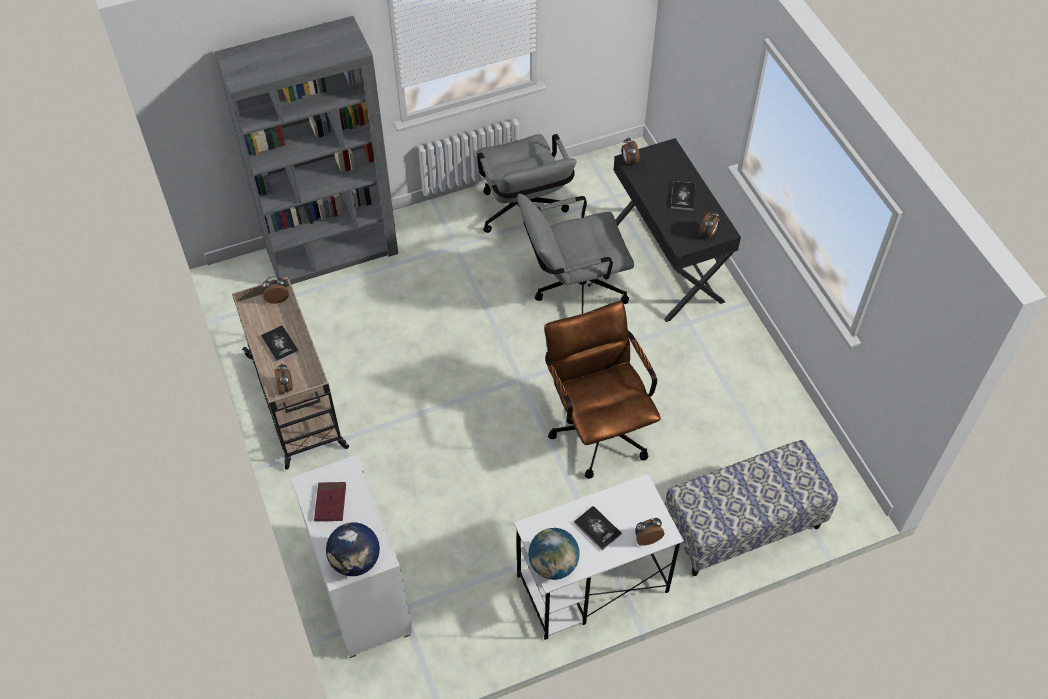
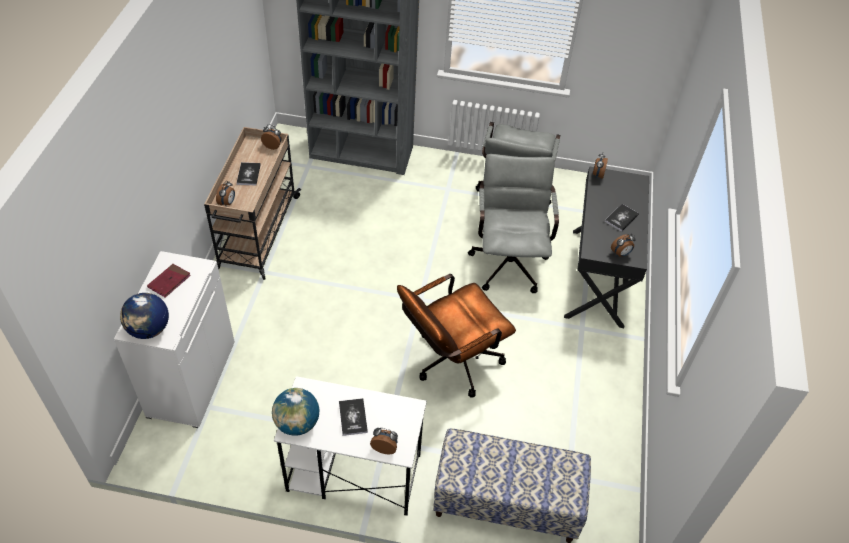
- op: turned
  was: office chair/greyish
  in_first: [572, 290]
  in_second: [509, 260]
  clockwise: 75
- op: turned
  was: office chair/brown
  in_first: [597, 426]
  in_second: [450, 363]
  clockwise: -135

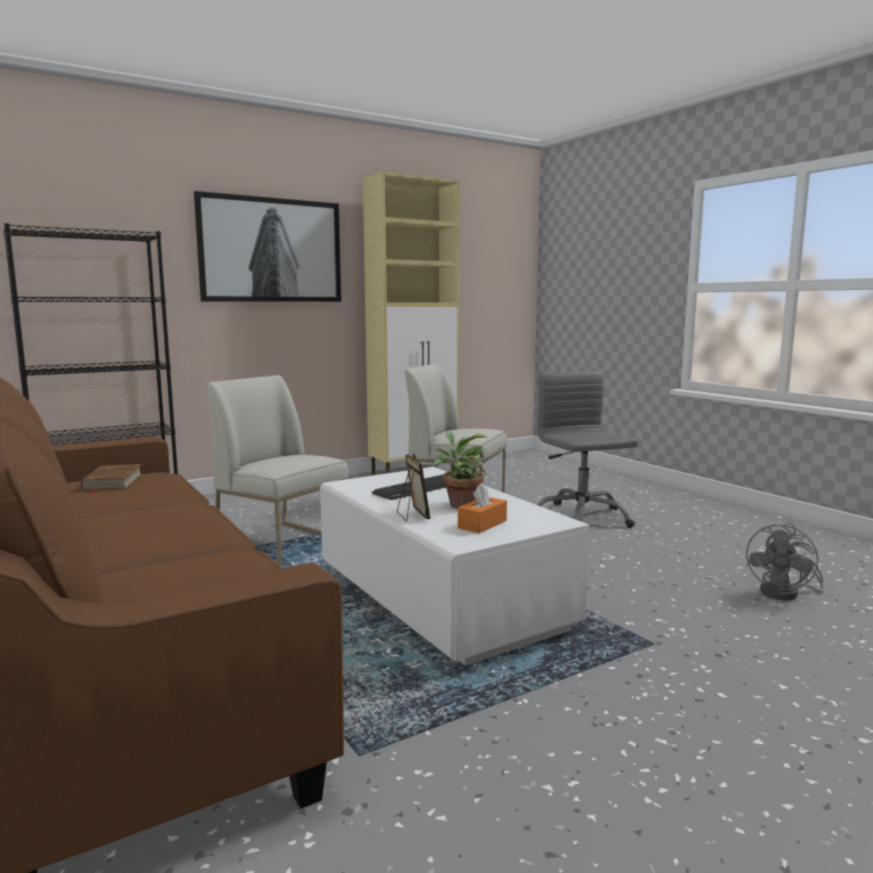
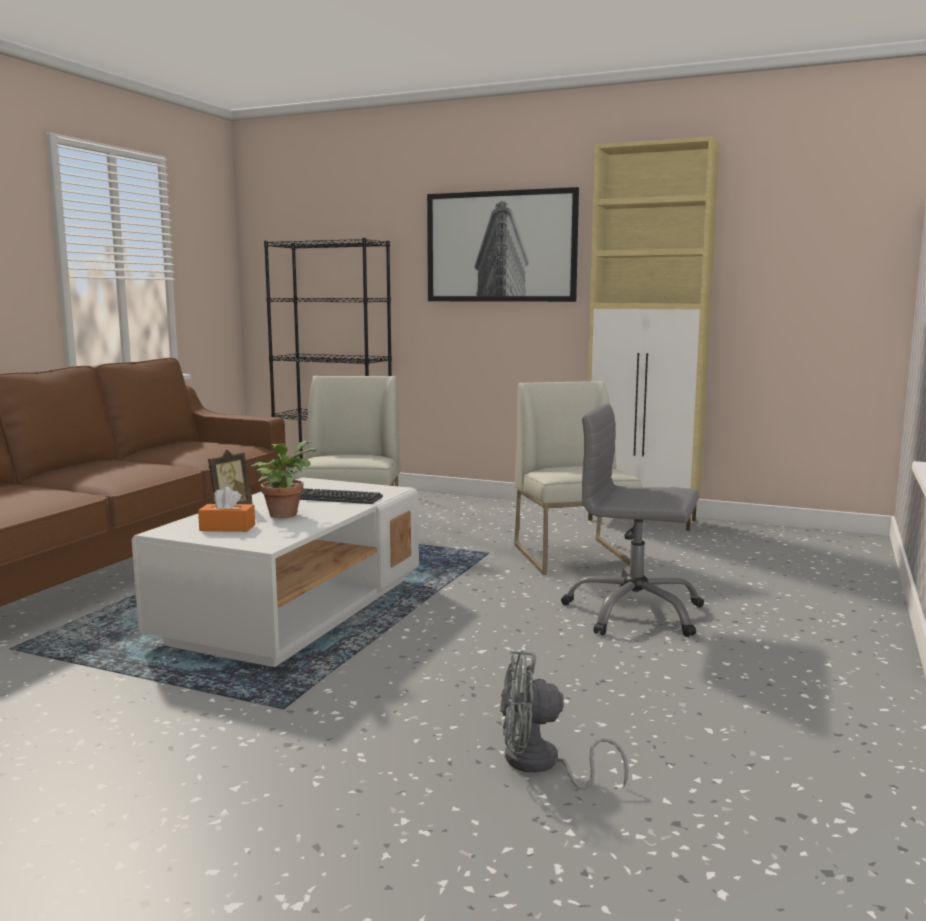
- op: removed
  was: bound book/brown
  in_first: [112, 482]
- op: turned
  was: office chair/greyish
  in_first: [581, 518]
  in_second: [634, 613]
  clockwise: -105

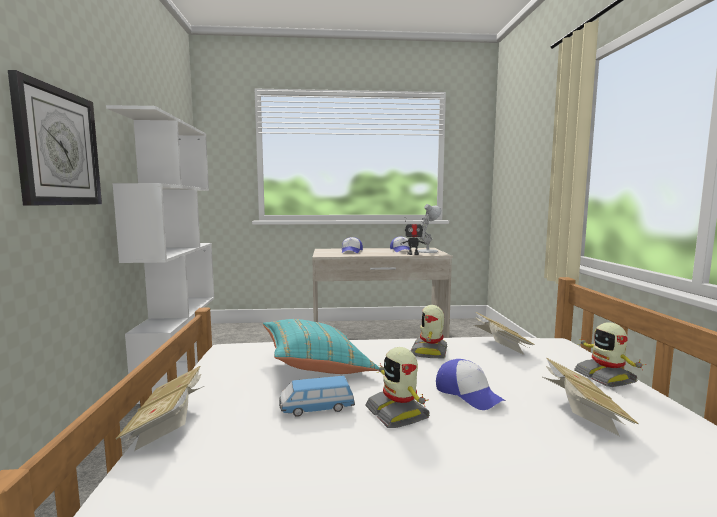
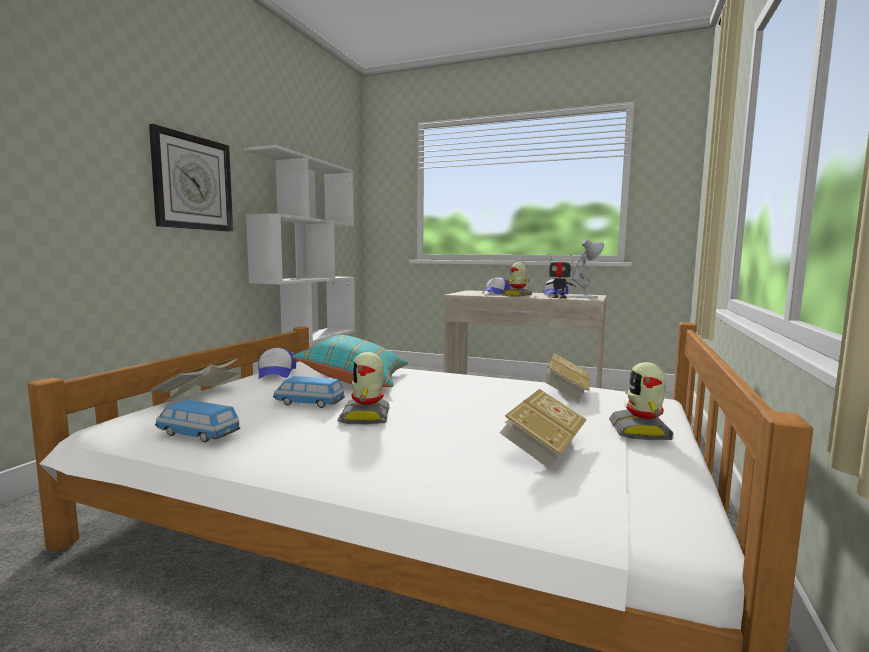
- op: moved
  was: model robot
  in_first: [430, 352]
  in_second: [517, 295]
- op: moved
  was: baseball cap
  in_first: [468, 394]
  in_second: [276, 373]
- op: added
  now: model car
  in_second: [197, 434]

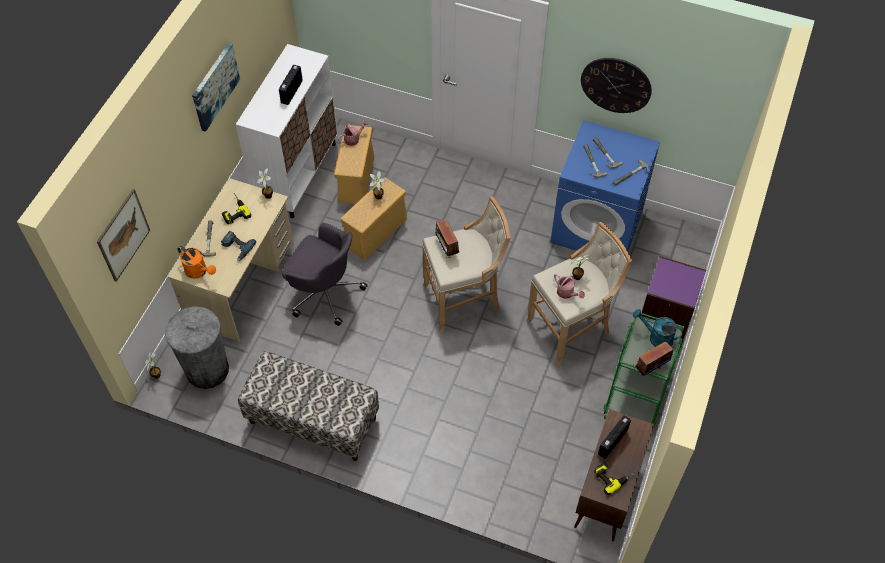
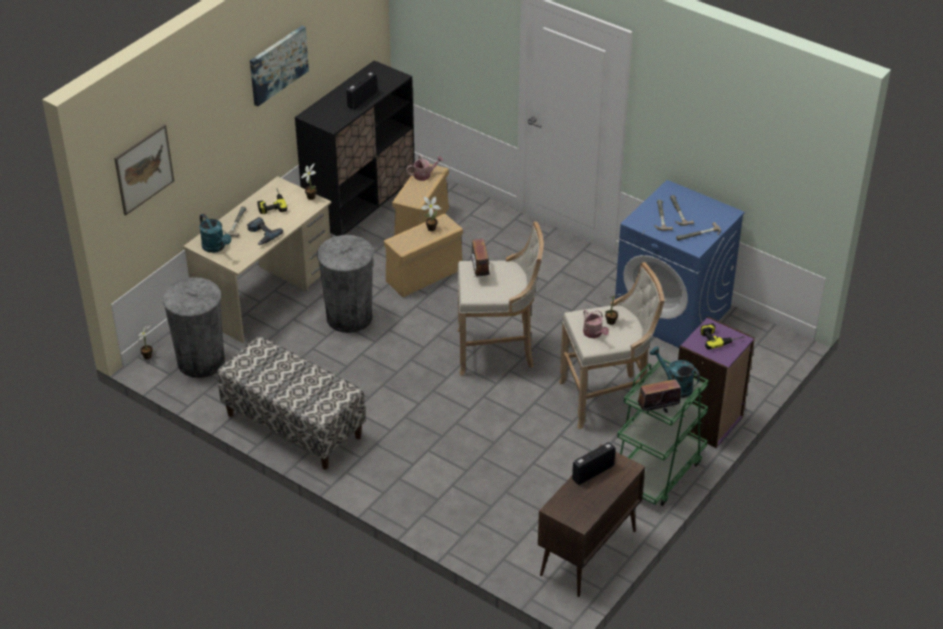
- op: recoloured
  was: watering pot/orange-coloured
  now: watering pot/turquoise-coloured
  in_first: [199, 272]
  in_second: [216, 247]
- op: recoloured
  was: cabinet/white
  now: cabinet/black
  in_first: [298, 174]
  in_second: [361, 210]
- op: replaced
  was: office chair/greyish
  now: trash can/greyish
  in_first: [324, 292]
  in_second: [349, 317]
- op: removed
  was: wall clock
  in_first: [616, 85]
- op: moved
  was: electric drill
  in_first: [614, 475]
  in_second: [720, 337]

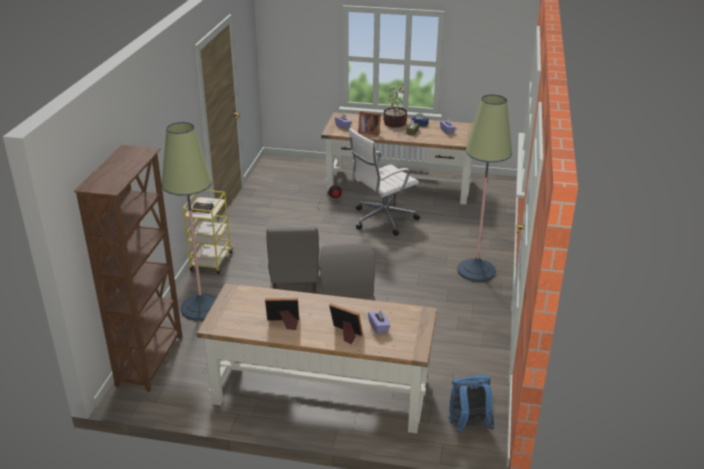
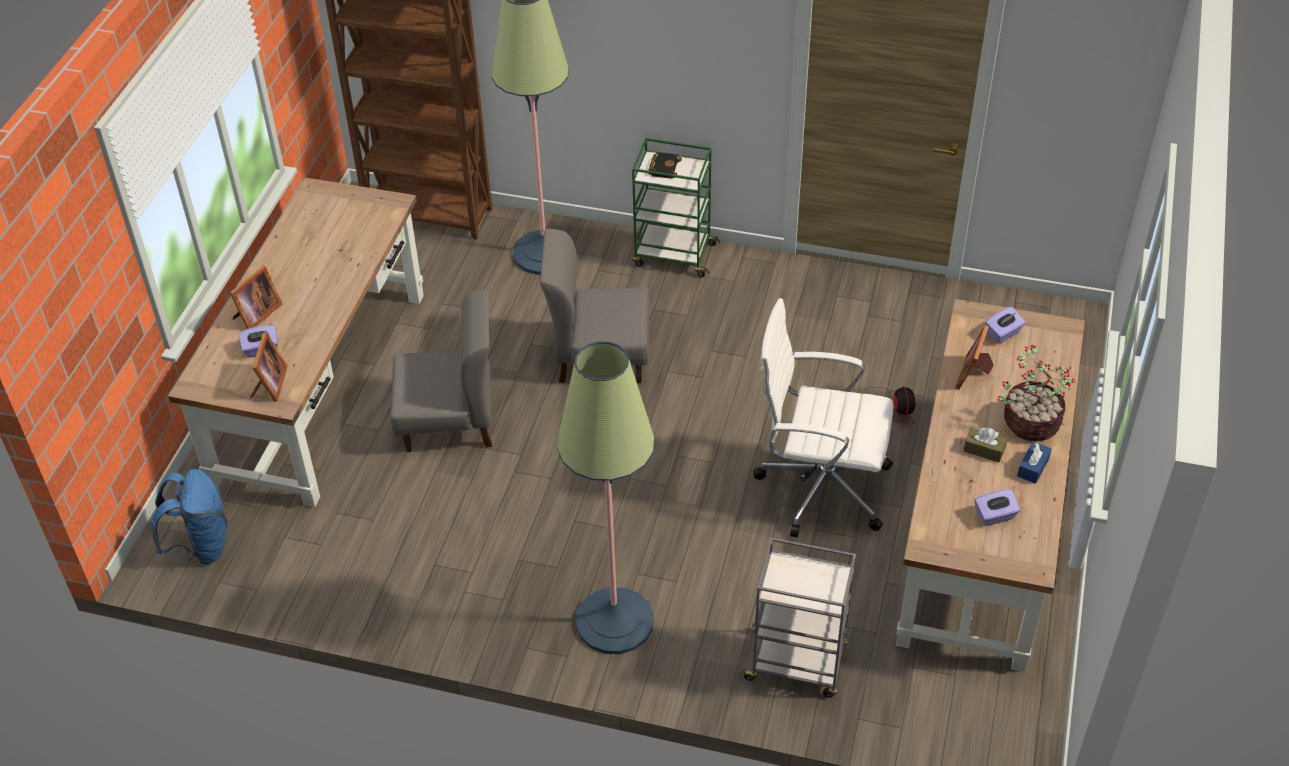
- op: recoloured
  was: wheeled cart/yellow
  now: wheeled cart/green-coloured
  in_first: [211, 262]
  in_second: [673, 254]
- op: moved
  was: standing frame
  in_first: [284, 323]
  in_second: [270, 385]
- op: turned
  was: office chair/white
  in_first: [382, 219]
  in_second: [820, 486]
  clockwise: -45
- op: added
  now: wheeled cart/greyish
  in_second: [797, 663]

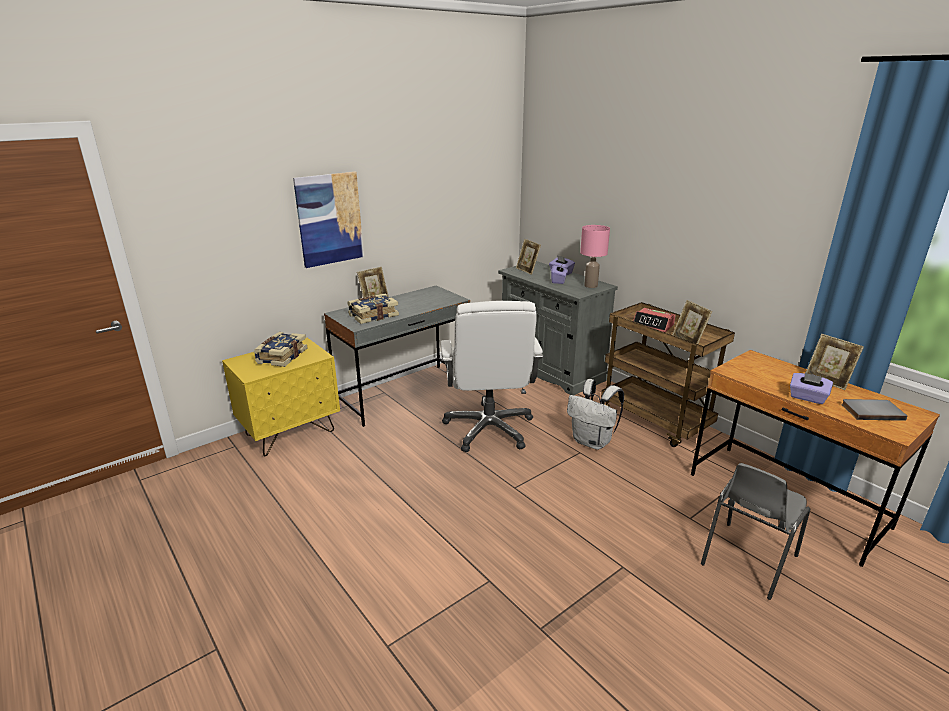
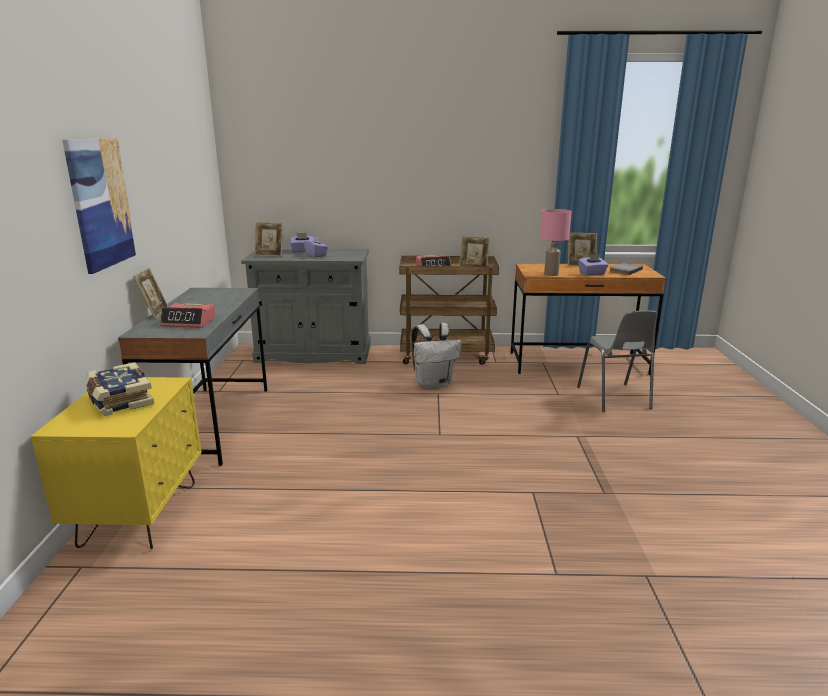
- op: replaced
  was: bound book
  now: table clock
  in_first: [373, 315]
  in_second: [189, 322]
- op: removed
  was: office chair/white
  in_first: [489, 429]
- op: moved
  was: lamp for a table/pink
  in_first: [591, 286]
  in_second: [551, 274]

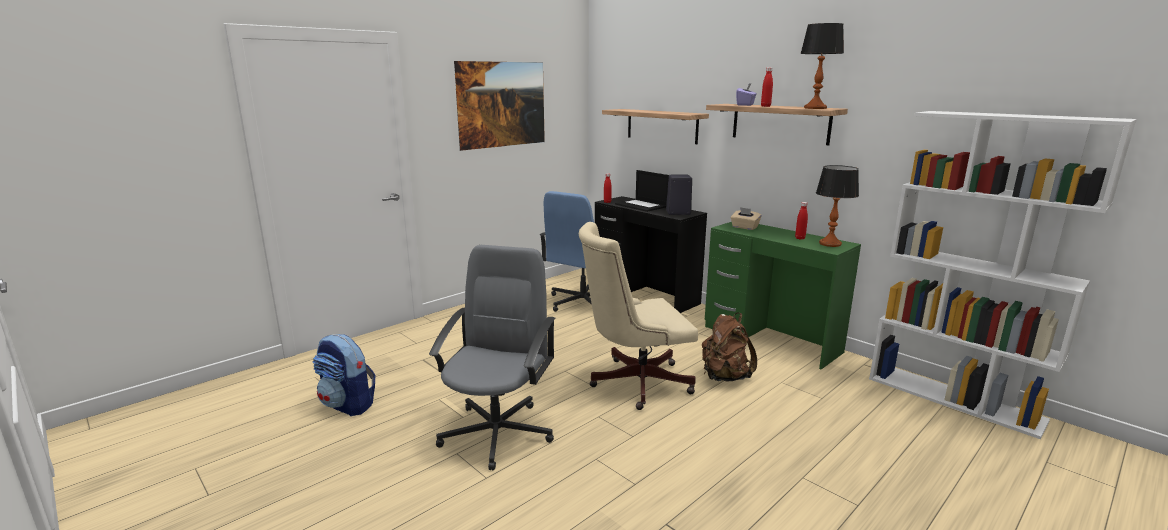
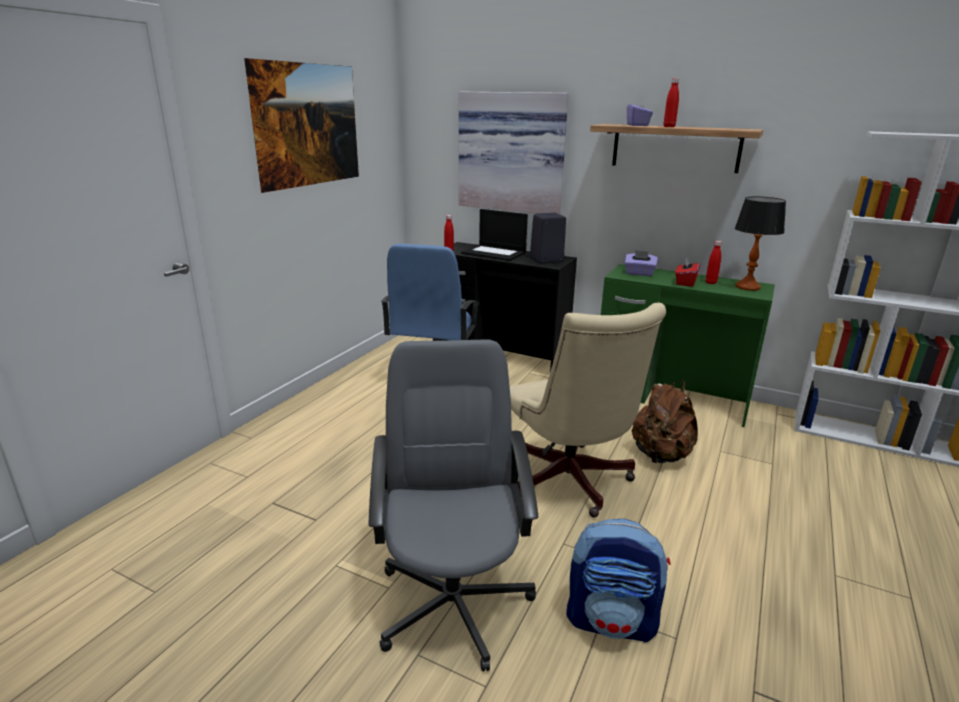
- op: moved
  was: rucksack
  in_first: [348, 405]
  in_second: [612, 621]
- op: turned
  was: office chair/beige
  in_first: [634, 382]
  in_second: [570, 483]
  clockwise: -75
- op: replaced
  was: shelf
  now: picture
  in_first: [661, 126]
  in_second: [512, 152]
- op: recoloured
  was: tissue box/beige
  now: tissue box/purplish
  in_first: [744, 227]
  in_second: [639, 273]
- op: removed
  was: lamp for a table
  in_first: [815, 108]
- op: added
  now: tissue box/red
  in_second: [685, 282]

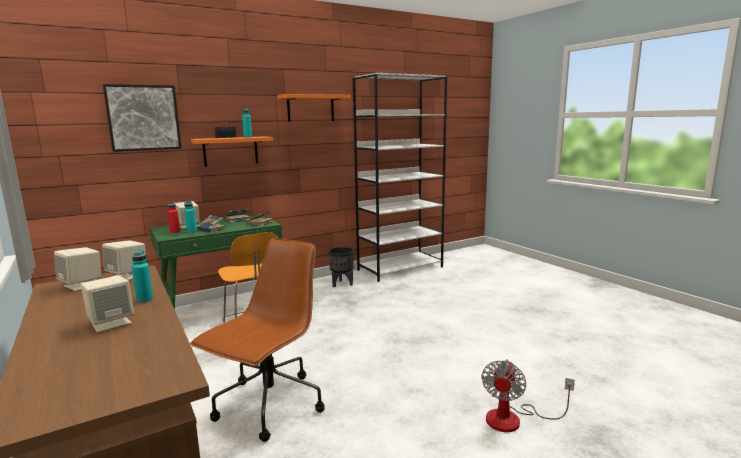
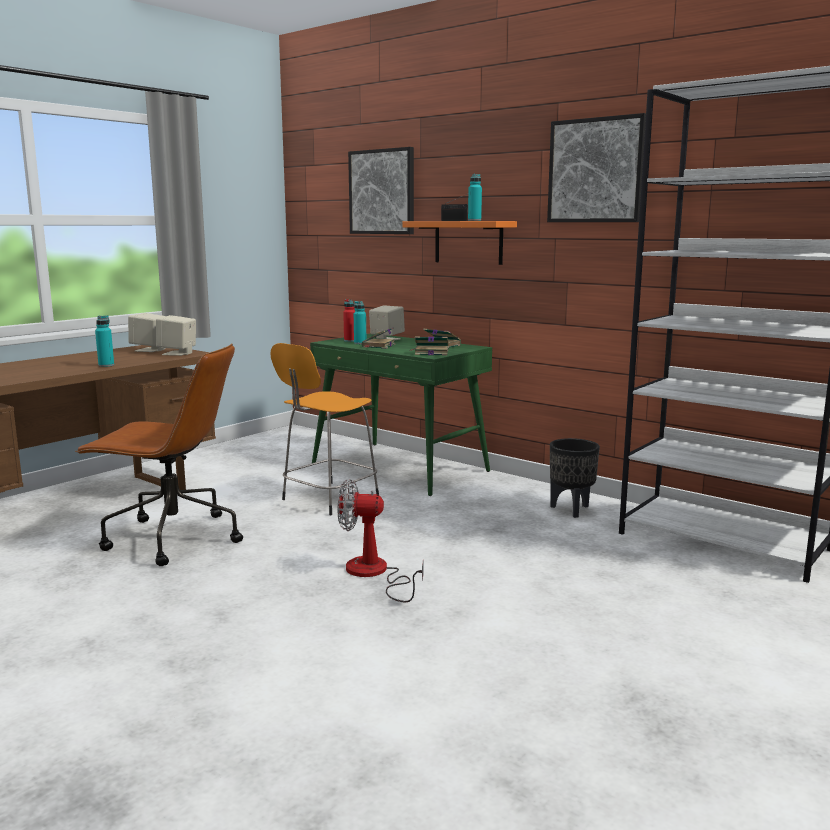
- op: removed
  was: audio speaker/beige
  in_first: [111, 323]
- op: replaced
  was: shelf/orange-coloured
  now: picture
  in_first: [310, 108]
  in_second: [596, 171]
- op: moved
  was: cooling fan
  in_first: [514, 419]
  in_second: [374, 574]

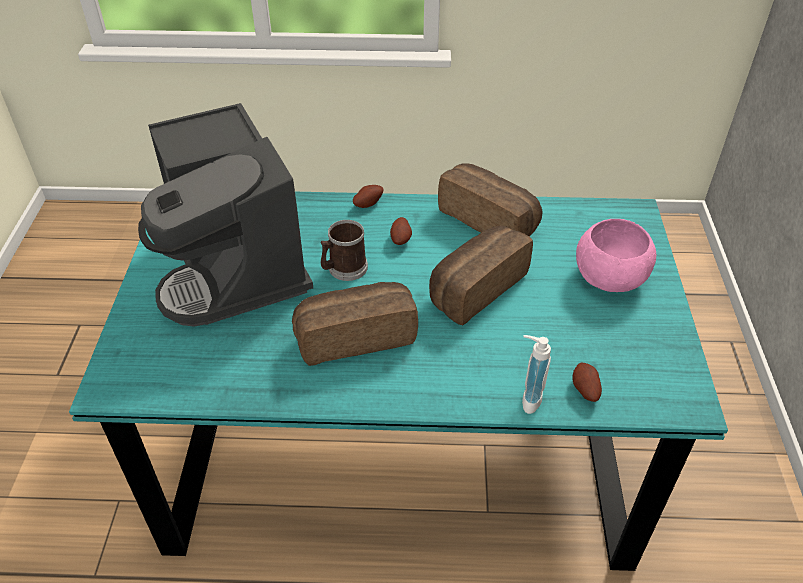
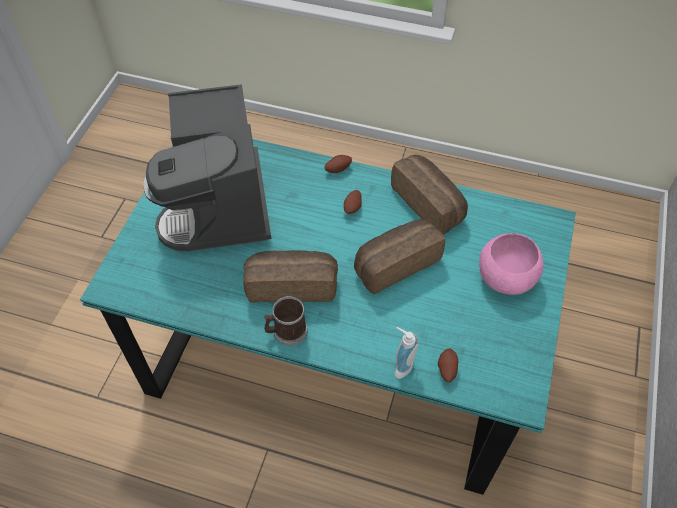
- op: moved
  was: coffee mug
  in_first: [344, 269]
  in_second: [286, 331]

